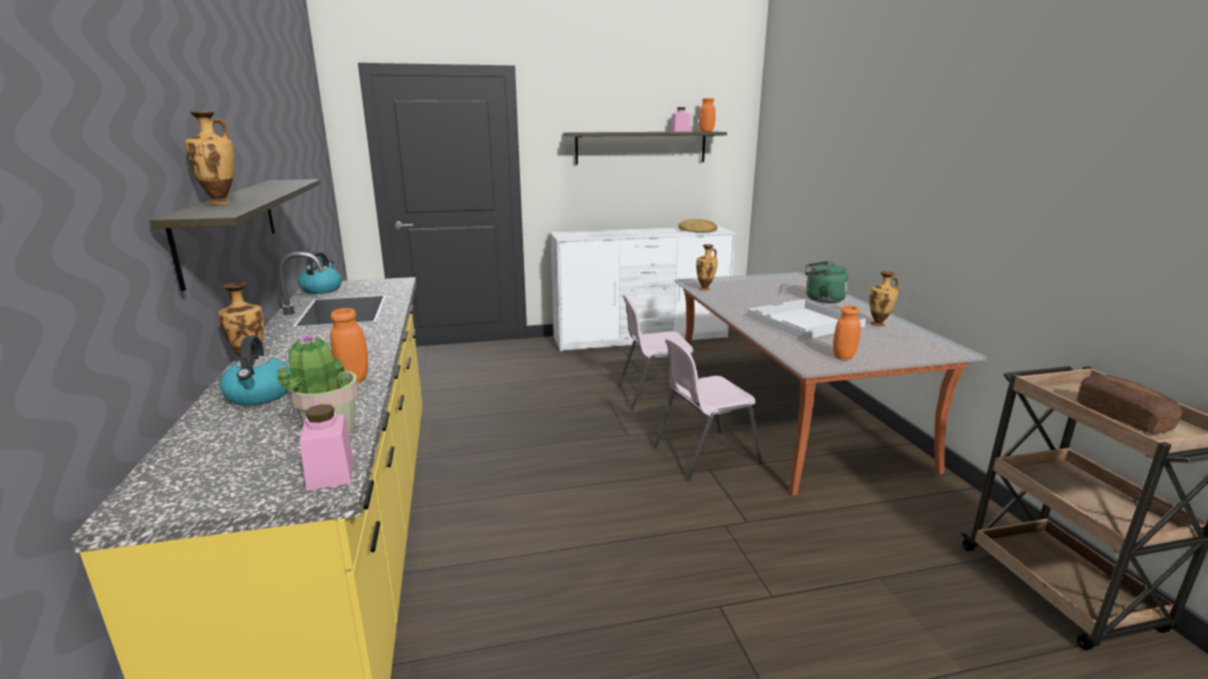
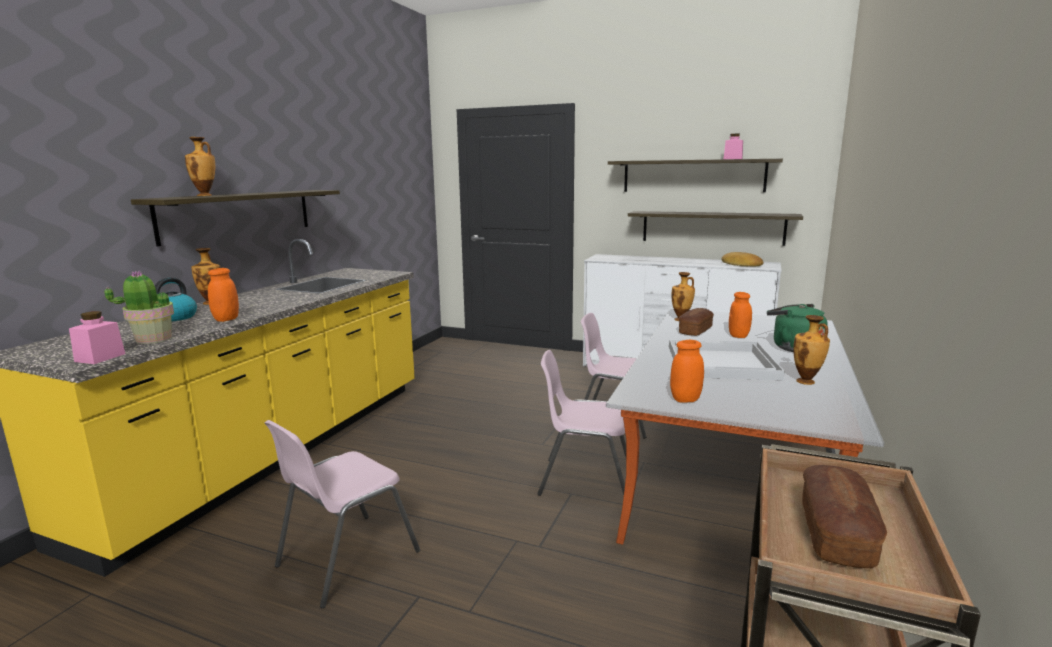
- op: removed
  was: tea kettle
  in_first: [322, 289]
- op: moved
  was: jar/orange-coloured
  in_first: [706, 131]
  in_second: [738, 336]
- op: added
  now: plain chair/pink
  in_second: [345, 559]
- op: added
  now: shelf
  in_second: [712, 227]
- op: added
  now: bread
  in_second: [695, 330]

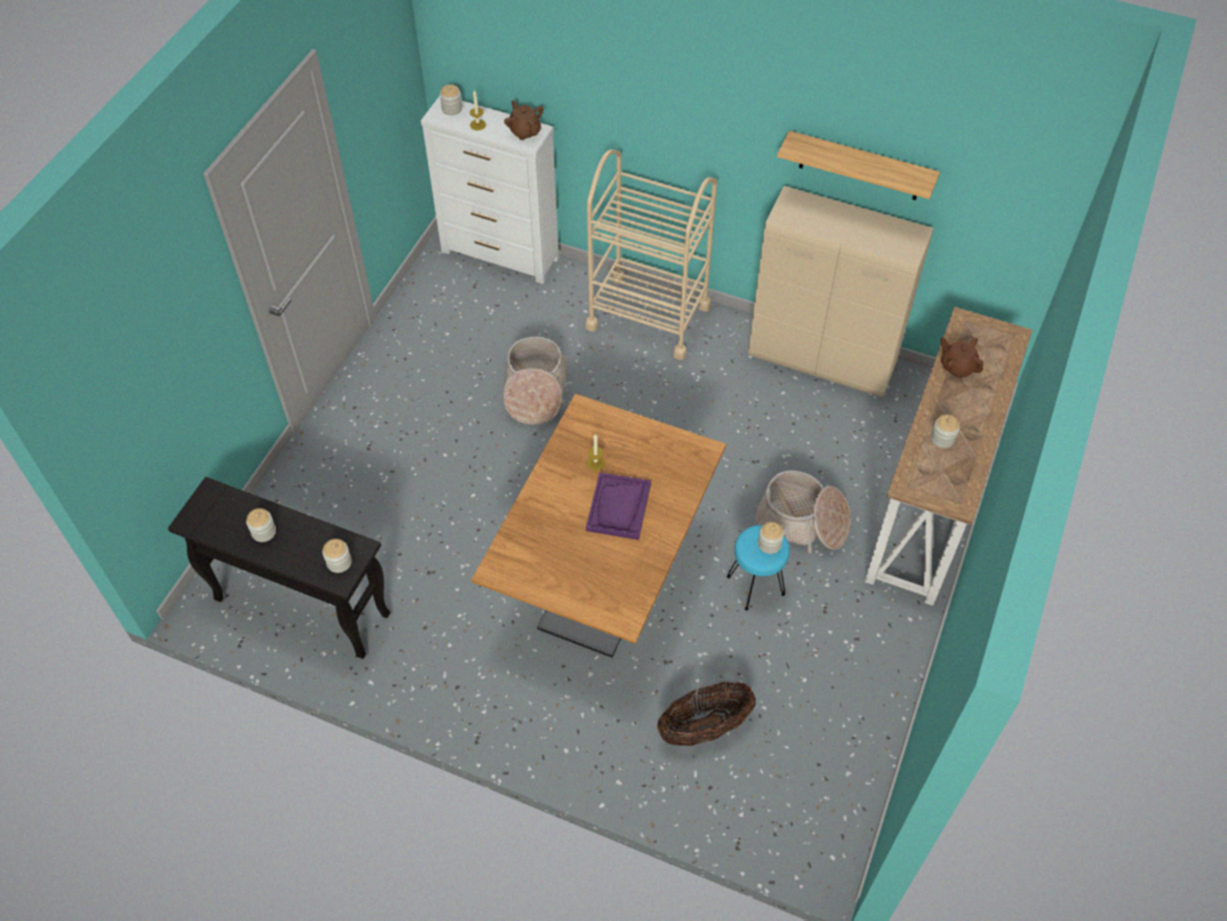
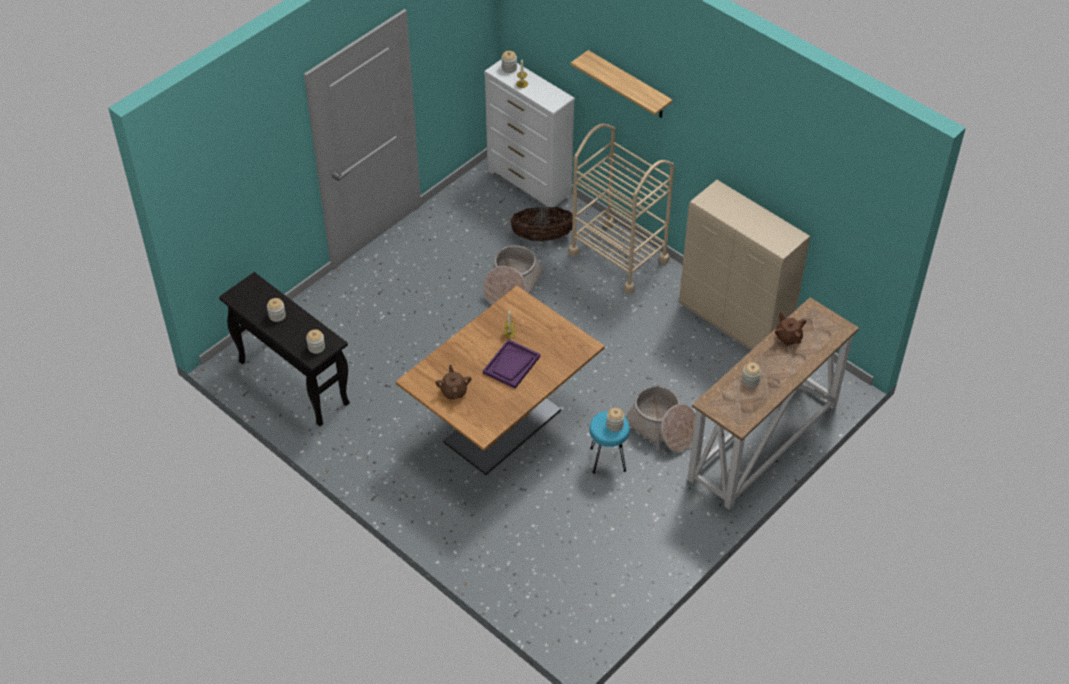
- op: moved
  was: teapot/brown
  in_first: [525, 131]
  in_second: [454, 391]
- op: moved
  was: household basket
  in_first: [704, 727]
  in_second: [542, 237]
- op: moved
  was: shelf
  in_first: [860, 166]
  in_second: [629, 85]

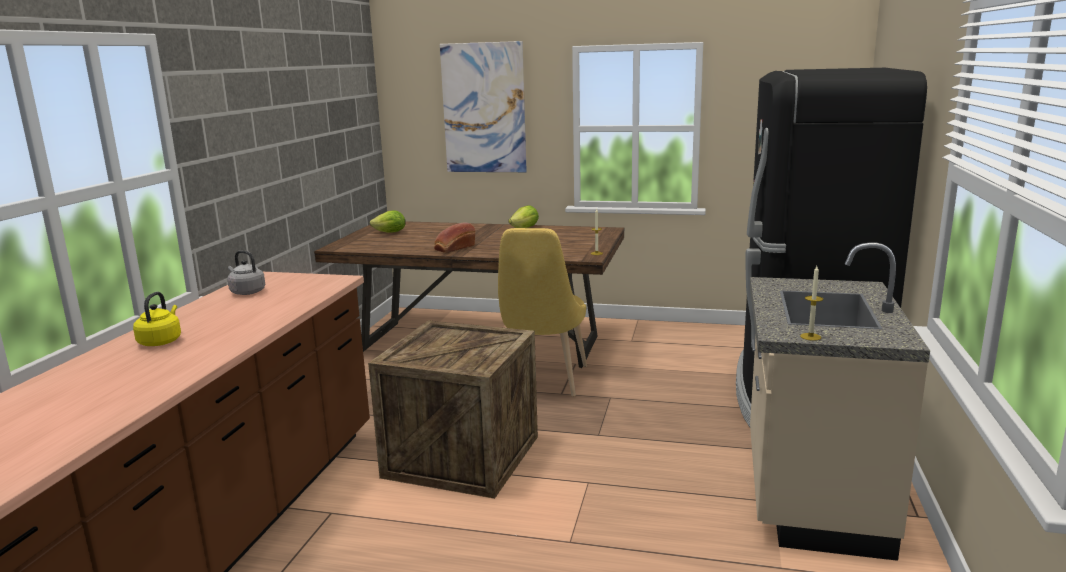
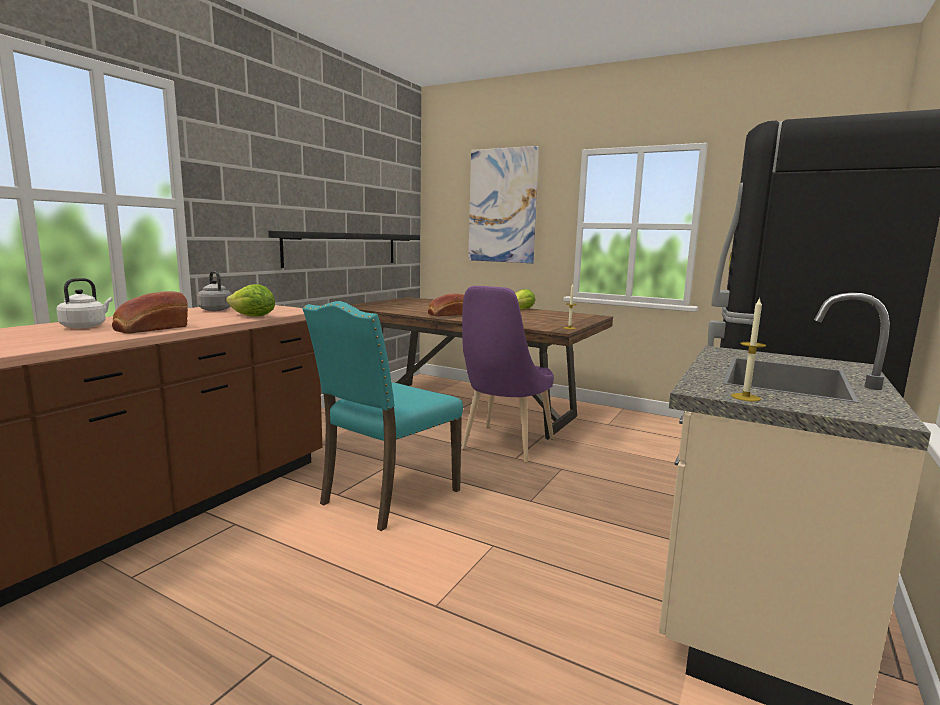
- op: recoloured
  was: tea kettle/yellow
  now: tea kettle/white
  in_first: [161, 341]
  in_second: [85, 326]
- op: replaced
  was: packing crate
  now: plain chair/turquoise-coloured
  in_first: [461, 457]
  in_second: [387, 496]
- op: moved
  was: head of lettuce
  in_first: [390, 232]
  in_second: [253, 317]
- op: recoloured
  was: plain chair/yellow
  now: plain chair/purplish
  in_first: [542, 382]
  in_second: [504, 446]
- op: added
  now: bread
  in_second: [150, 329]
- op: added
  now: shelf/black
  in_second: [343, 249]

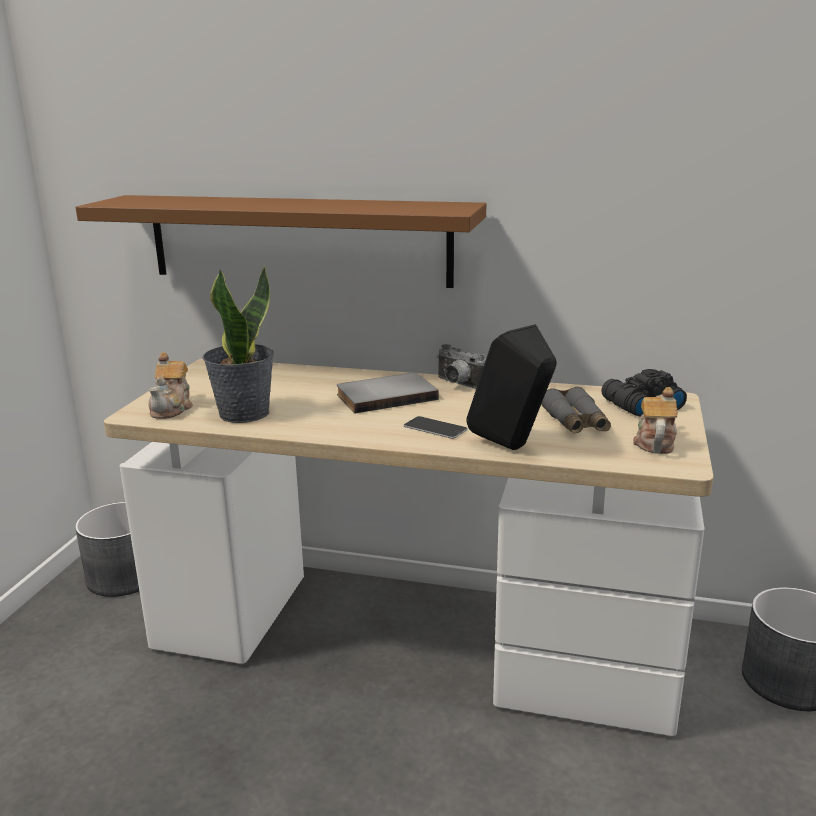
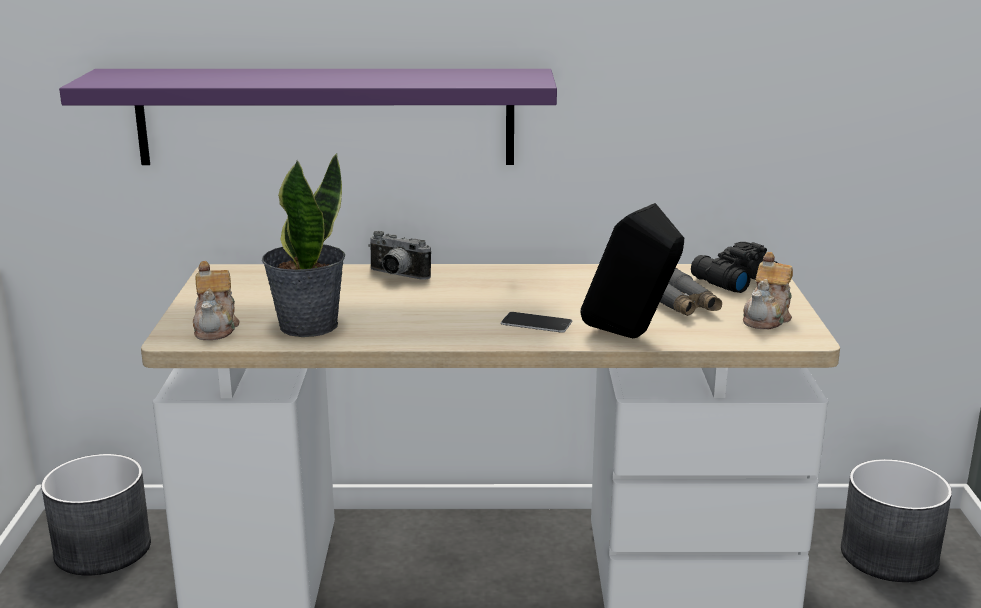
- op: recoloured
  was: shelf/brown
  now: shelf/purplish
  in_first: [298, 240]
  in_second: [325, 117]
- op: removed
  was: bound book/greyish
  in_first: [385, 396]
- op: moved
  was: photo camera
  in_first: [458, 384]
  in_second: [396, 276]
- op: turned
  was: teapot
  in_first: [654, 443]
  in_second: [767, 318]
  clockwise: -150

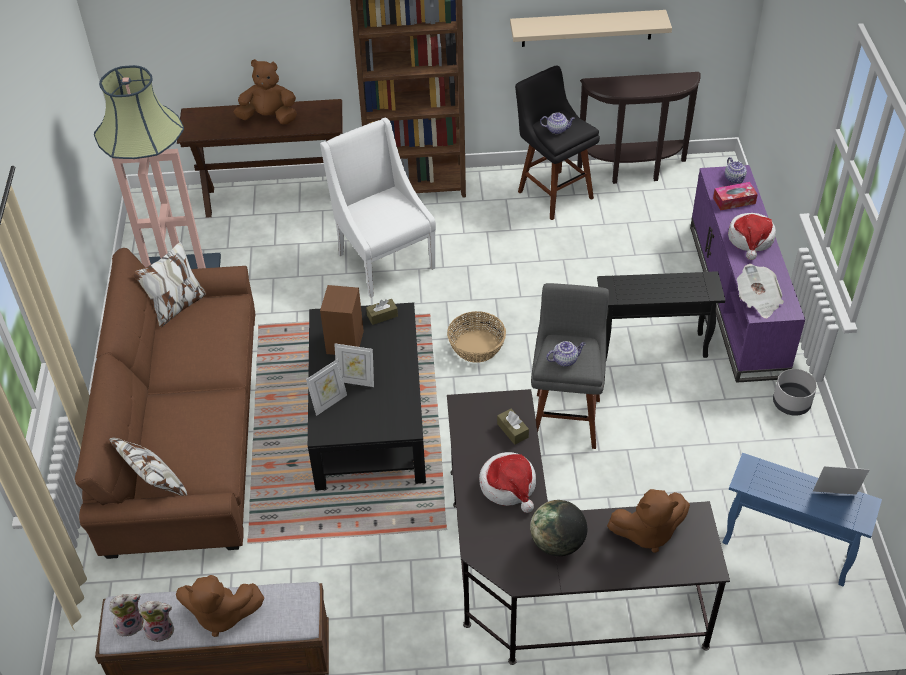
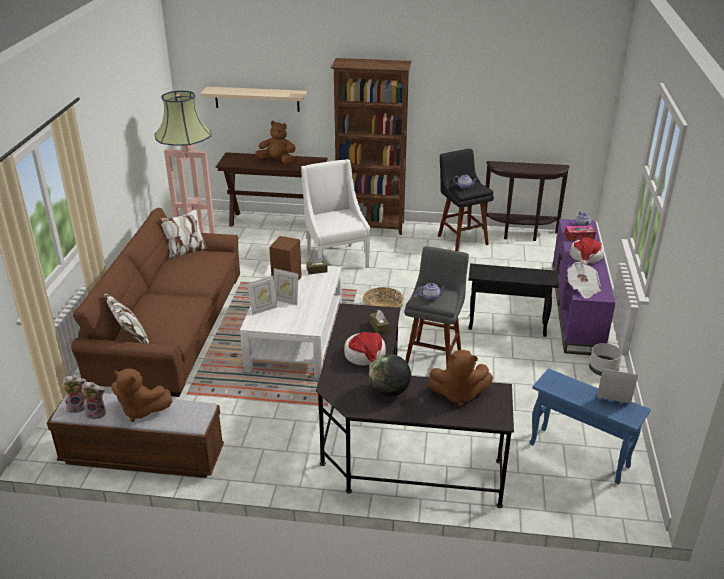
- op: recoloured
  was: low table/black
  now: low table/white
  in_first: [368, 415]
  in_second: [295, 337]
- op: moved
  was: shelf/beige
  in_first: [587, 28]
  in_second: [257, 99]

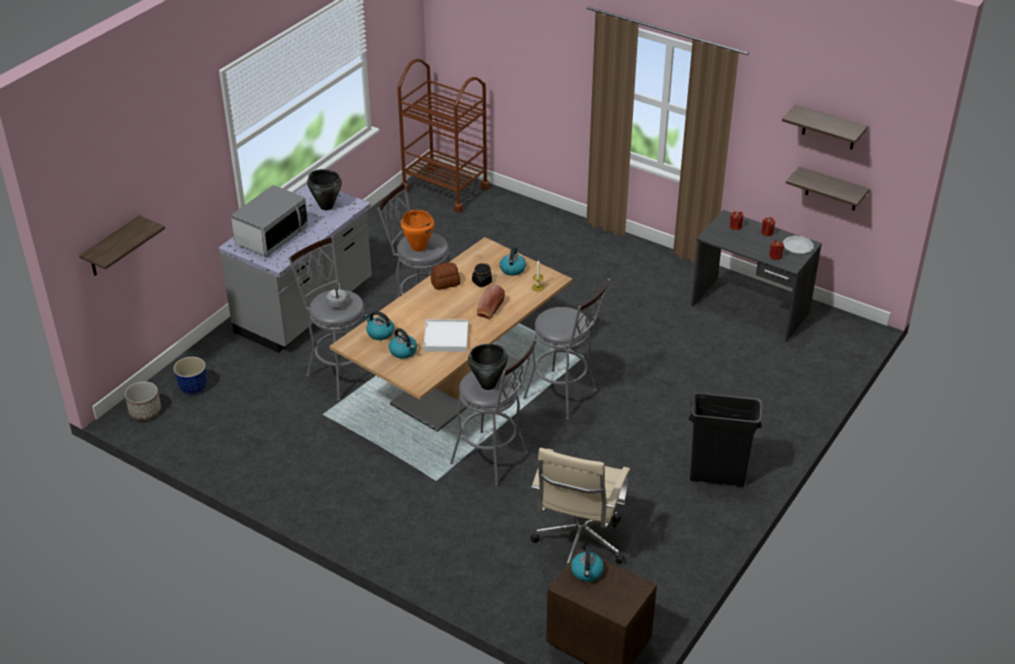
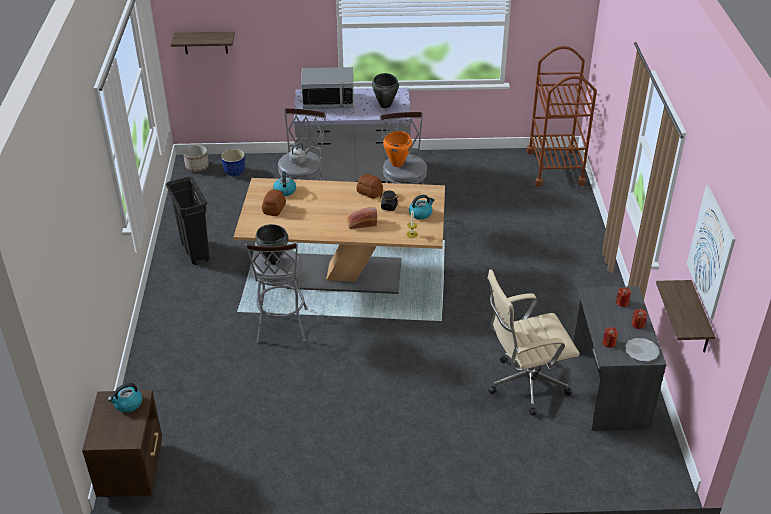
- op: replaced
  was: tea kettle
  now: bread
  in_first: [403, 351]
  in_second: [274, 209]
- op: removed
  was: serving tray/white
  in_first: [446, 337]
- op: removed
  was: stool/greyish
  in_first: [565, 397]
- op: moved
  was: office chair/beige
  in_first: [578, 545]
  in_second: [524, 385]
- op: moved
  was: trash can/black
  in_first: [717, 477]
  in_second: [195, 252]
- op: replaced
  was: shelf
  now: picture
  in_first: [829, 128]
  in_second: [710, 252]

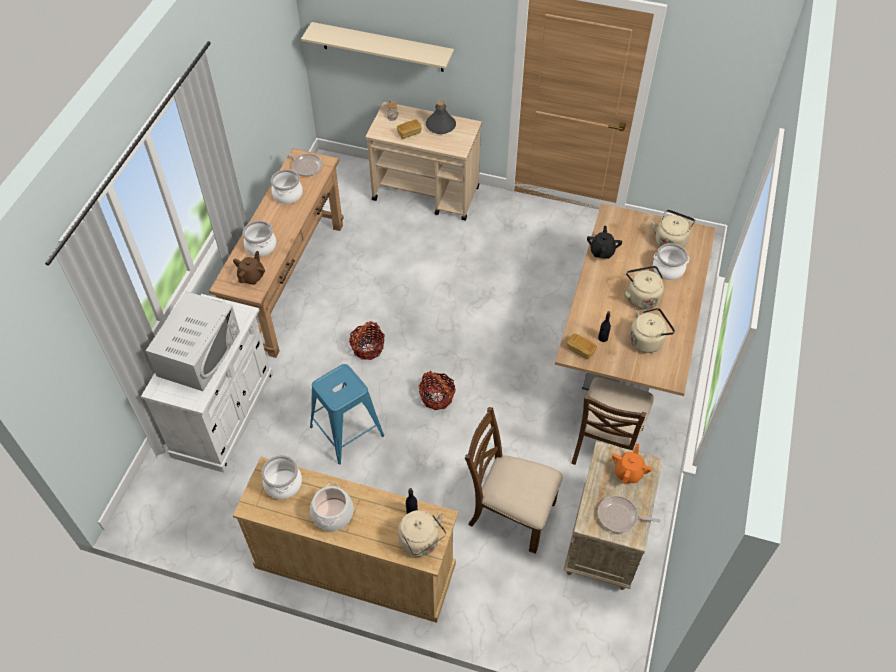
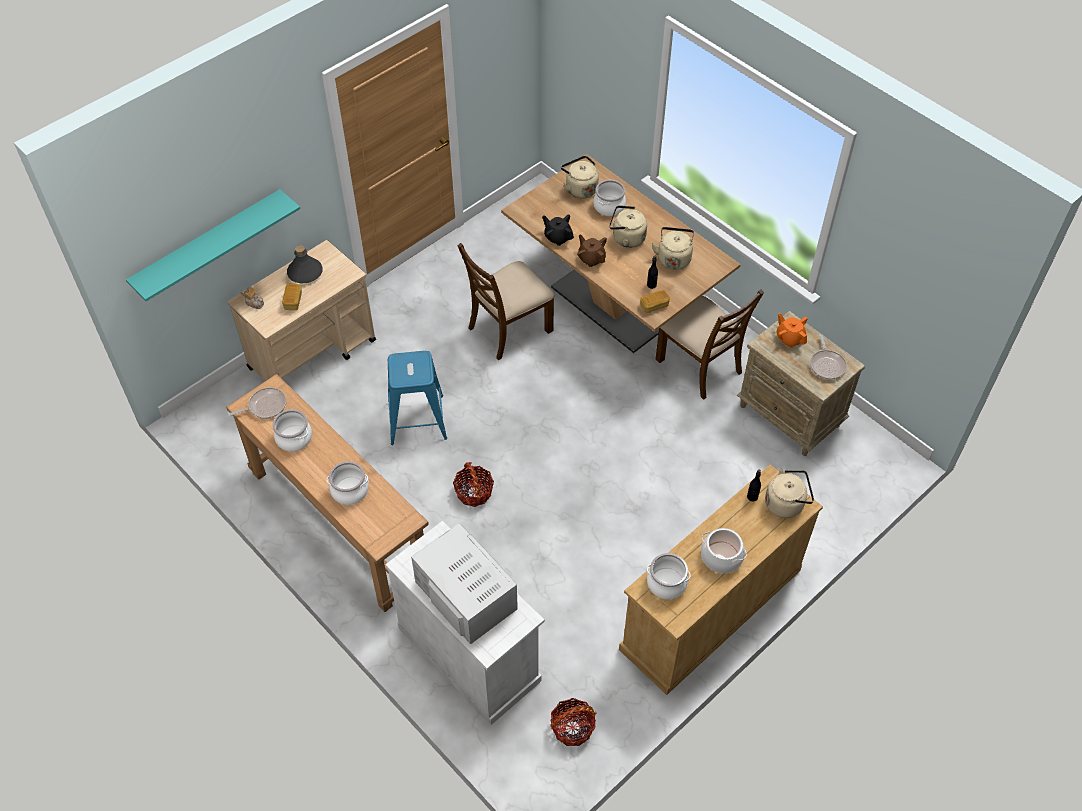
- op: moved
  was: teapot/brown
  in_first: [252, 277]
  in_second: [591, 259]
- op: recoloured
  was: shelf/beige
  now: shelf/turquoise-coloured
  in_first: [382, 47]
  in_second: [208, 245]
- op: moved
  was: stool/blue-coloured
  in_first: [346, 431]
  in_second: [417, 420]
- op: moved
  was: household basket
  in_first: [437, 397]
  in_second: [572, 728]
- op: moved
  was: plain chair/brown
  in_first: [510, 513]
  in_second: [509, 329]
- op: turned
  was: pan
  in_first: [620, 517]
  in_second: [827, 365]
  clockwise: -45

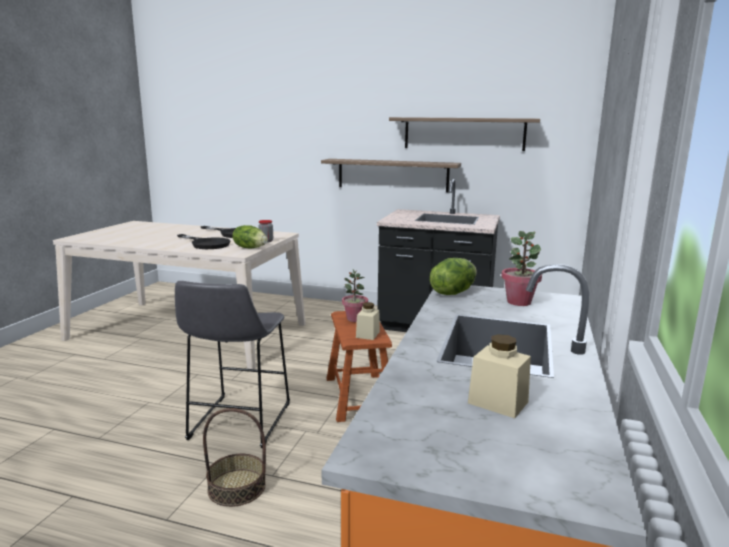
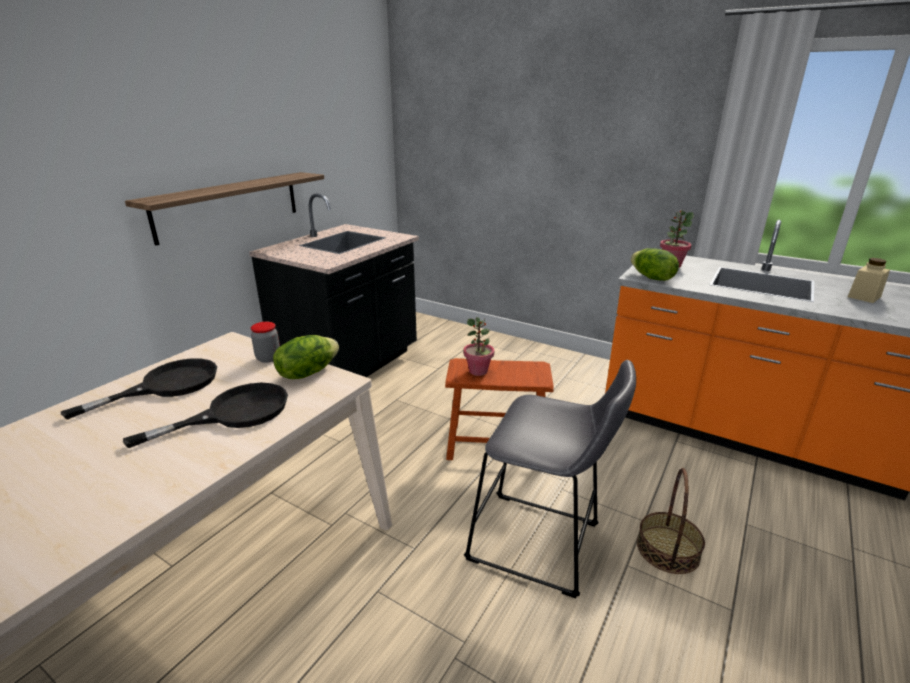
- op: removed
  was: jar/beige
  in_first: [367, 334]
- op: removed
  was: shelf
  in_first: [464, 133]

